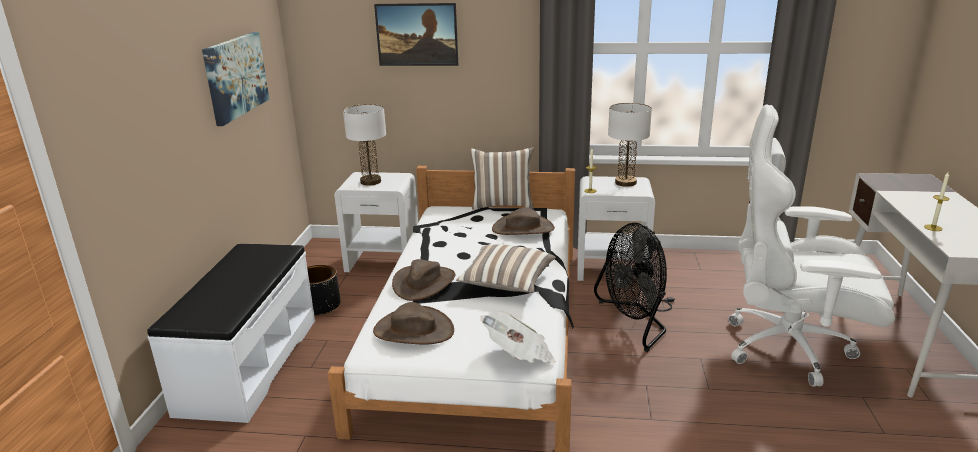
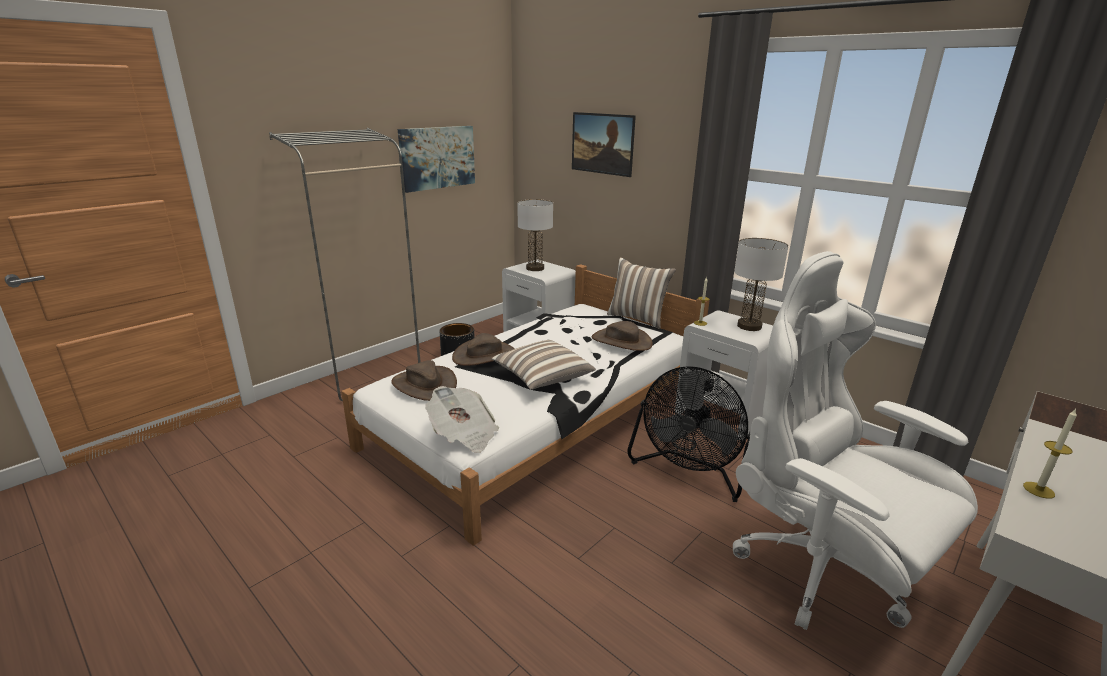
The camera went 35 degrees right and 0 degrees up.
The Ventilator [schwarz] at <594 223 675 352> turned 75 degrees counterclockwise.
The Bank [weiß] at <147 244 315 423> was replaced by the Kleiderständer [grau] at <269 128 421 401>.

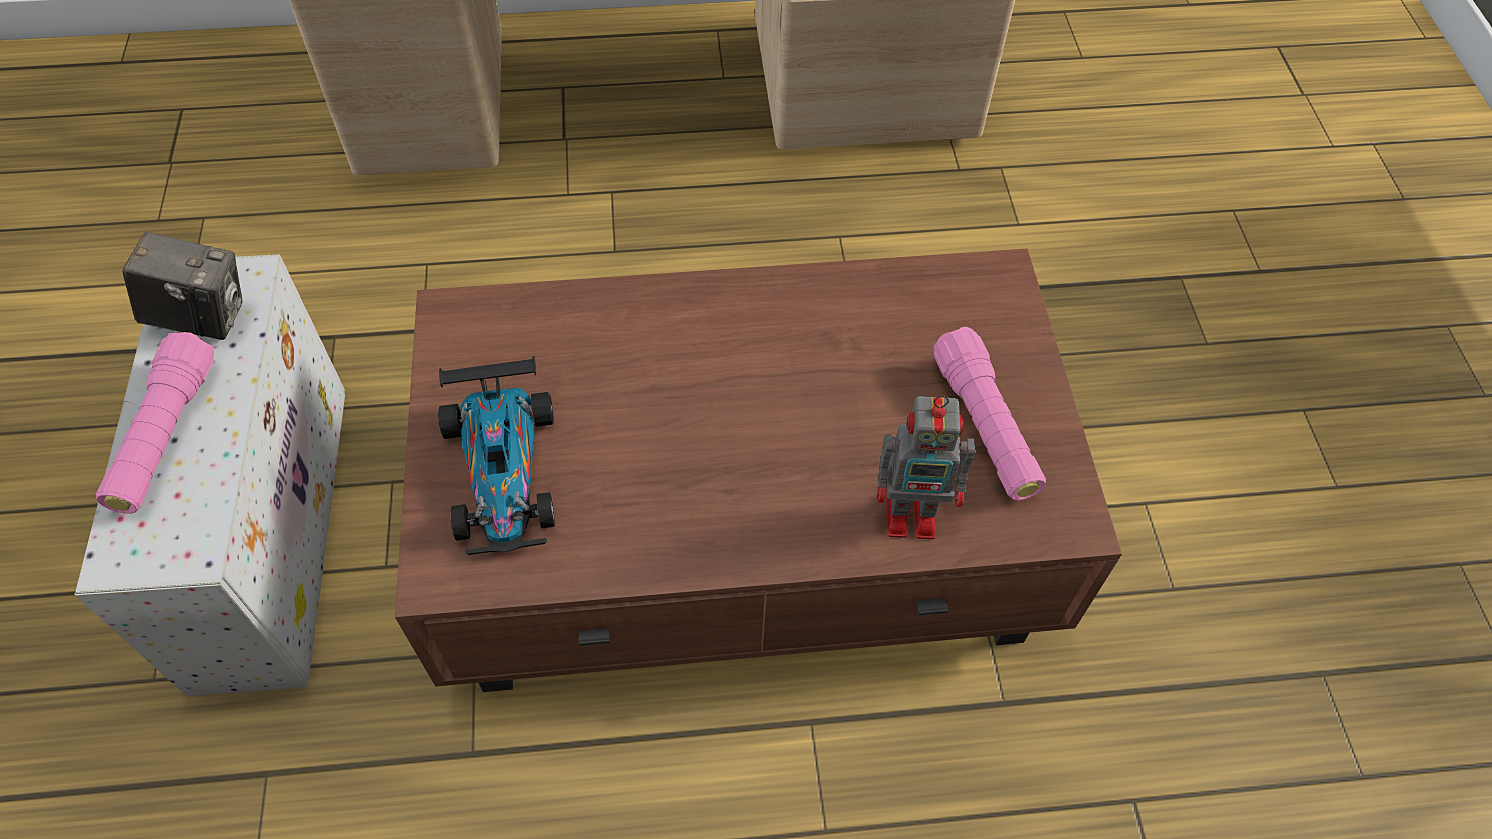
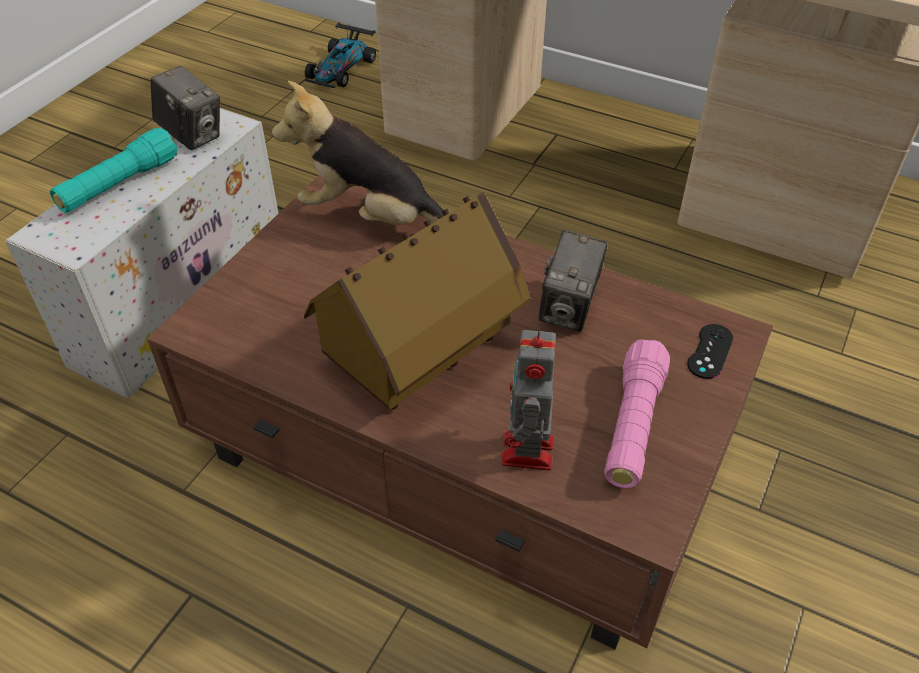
The camera went 35 degrees right and 10 degrees down.
The Taschenlampe [rosa] at <96 332 214 514> became the Taschenlampe [türkis] at <50 128 177 213>.
The Spielzeugauto moved from <438 356 555 555> to <305 22 376 88>.
The Spielzeugroboter at <877 395 976 539> turned 60 degrees clockwise.
The Plüschtier at <272 81 444 225> appeared.
The Spielzeughaus at <304 192 531 410> appeared.
The Kamera at <539 230 608 332> appeared.
The Gamepad [schwarz] at <687 324 733 379> appeared.

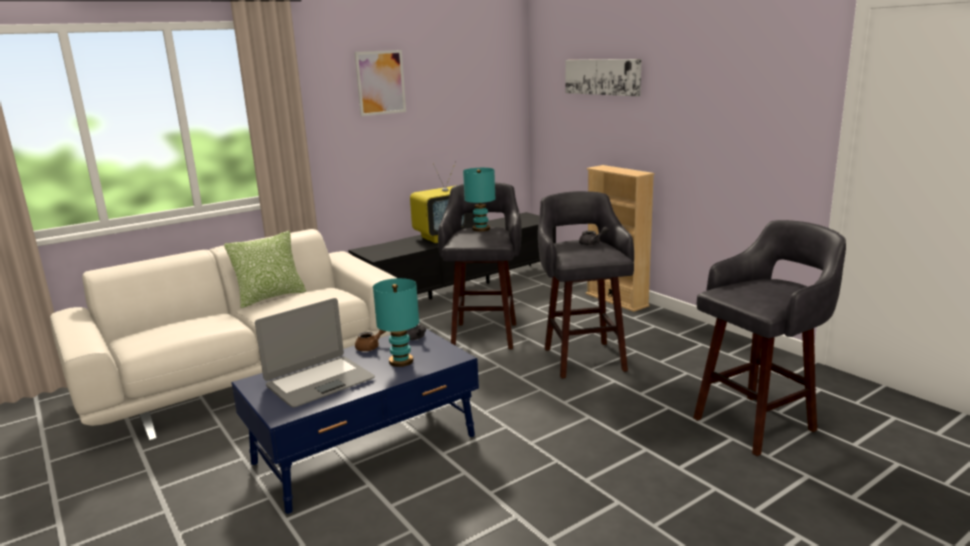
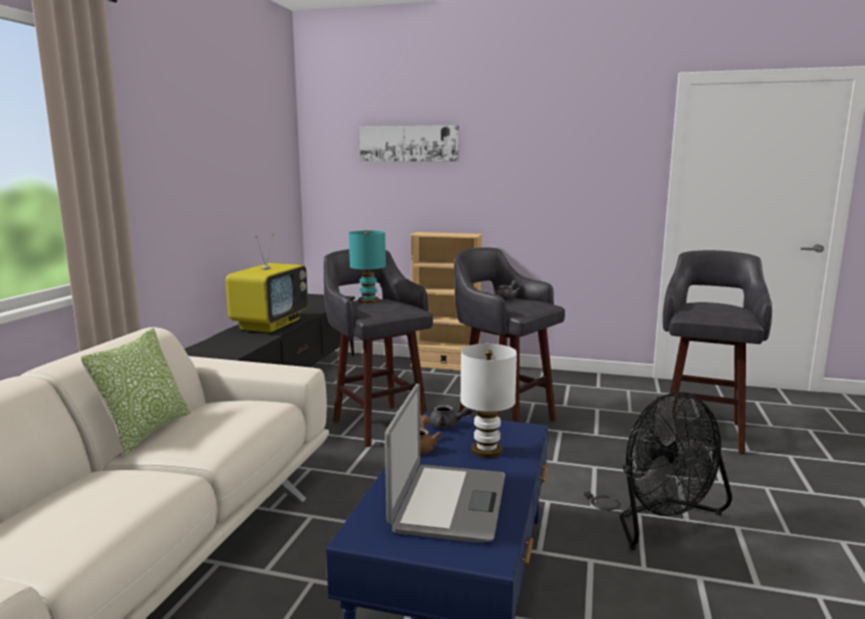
The camera went 40 degrees left and 5 degrees down.
The Bild at <355 50 406 116> disappeared.
The Tischlampe [türkis] at <373 278 419 367> became the Tischlampe [weiß] at <460 344 517 458>.
The Ventilator [schwarz] at <584 392 732 550> appeared.

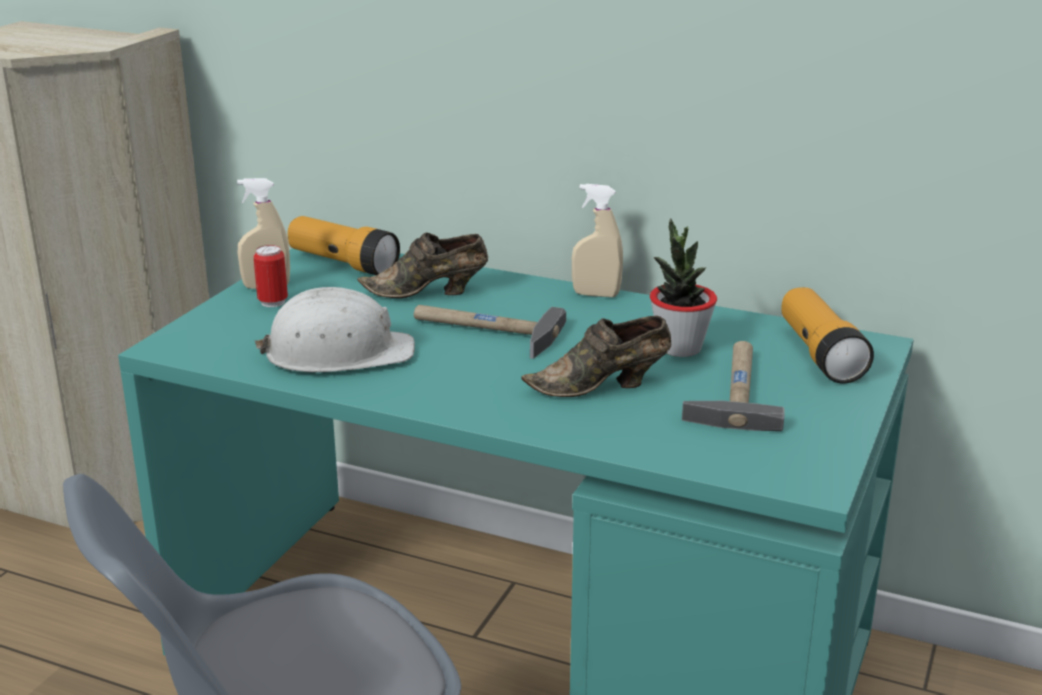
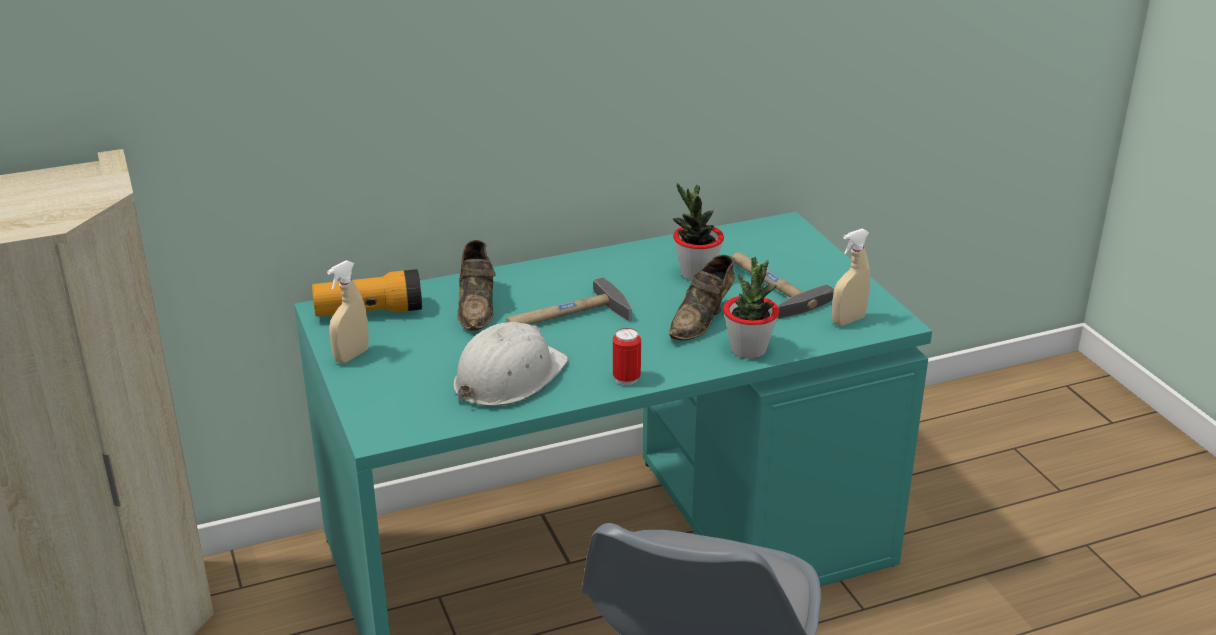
The camera went 45 degrees left and 5 degrees up.
The Sprühflasche [beige] moved from <572 184 623 297> to <832 229 870 326>.
The Schuh [braun] at <357 233 488 298> turned 45 degrees counterclockwise.
The Dose moved from <253 245 288 307> to <613 328 641 385>.
The Taschenlampe at <781 287 874 384> disappeared.
The Topfpflanze at <723 257 779 359> appeared.

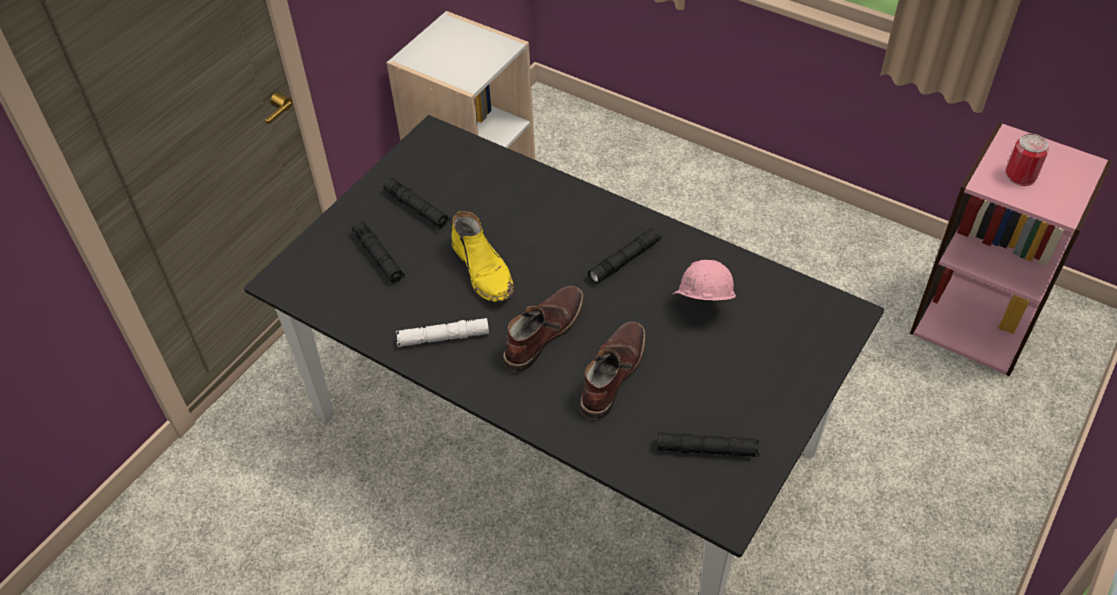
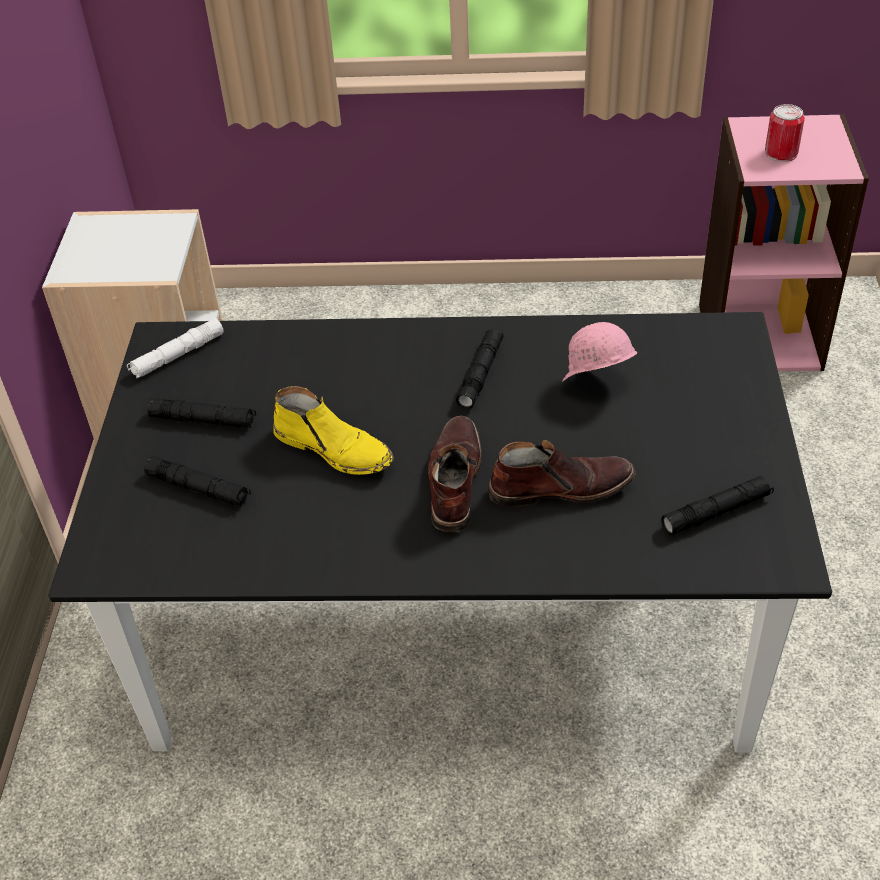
The camera went 30 degrees left and 5 degrees down.
The Taschenlampe [weiß] moved from <396 318 489 347> to <127 318 224 378>.
The Stiefel [braun] at <580 322 646 420> turned 90 degrees clockwise.

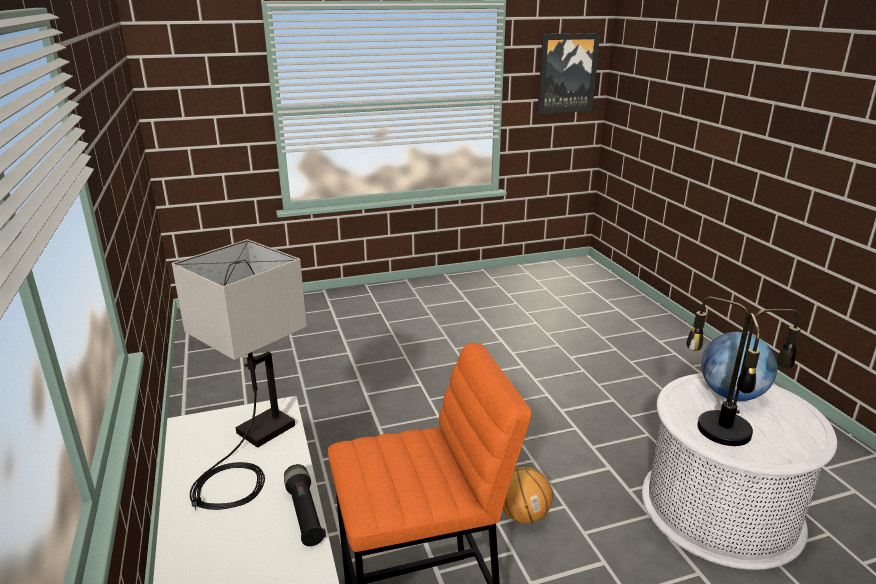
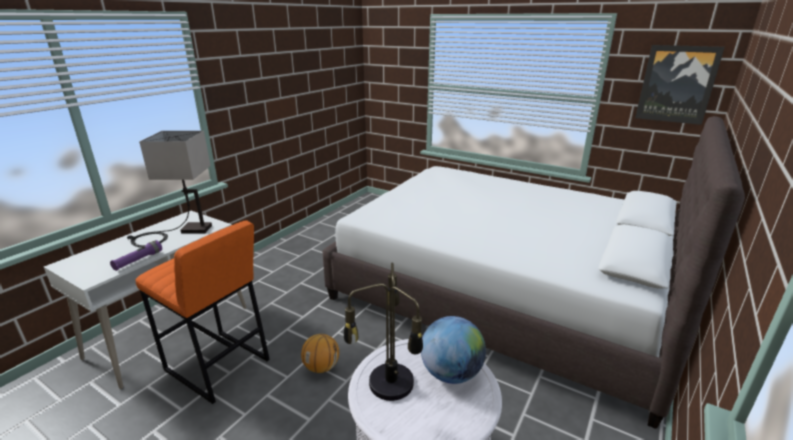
The camera went 50 degrees right and 0 degrees up.
The Taschenlampe [schwarz] at <284 464 326 546> became the Taschenlampe [lila] at <110 240 162 271>.
The Bett [weiß] at <322 116 745 429> appeared.

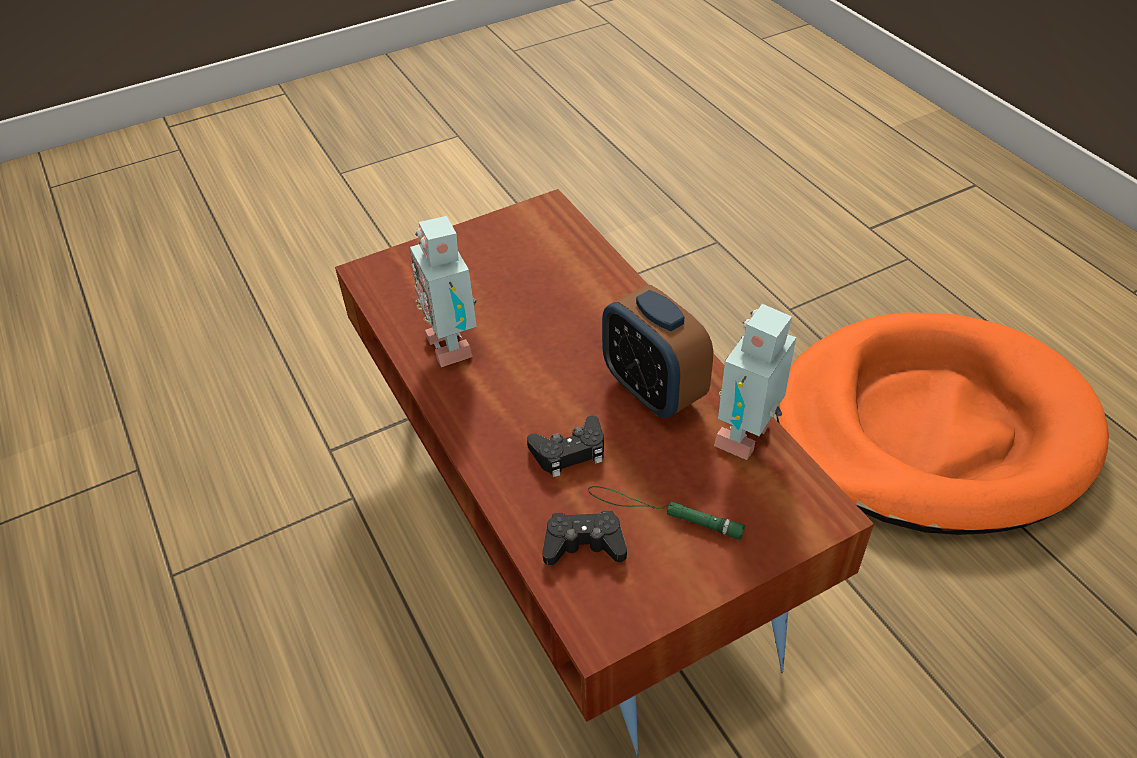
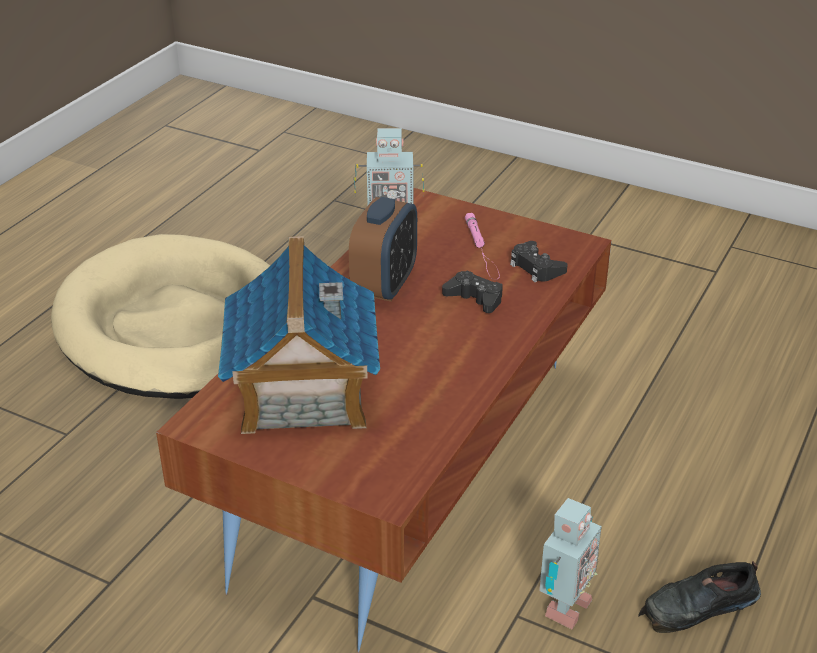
The camera went 125 degrees left and 10 degrees down.
The Spielzeugroboter moved from <410 216 477 367> to <539 498 602 629>.
The Hundebett [orange] at <777 313 1109 535> became the Hundebett [beige] at <51 234 270 399>.
The Taschenlampe [grün] at <588 486 745 540> became the Taschenlampe [rosa] at <465 213 500 279>.
The Spielzeughaus at <218 236 380 434> appeared.
The Schuh [schwarz] at <638 561 761 633> appeared.

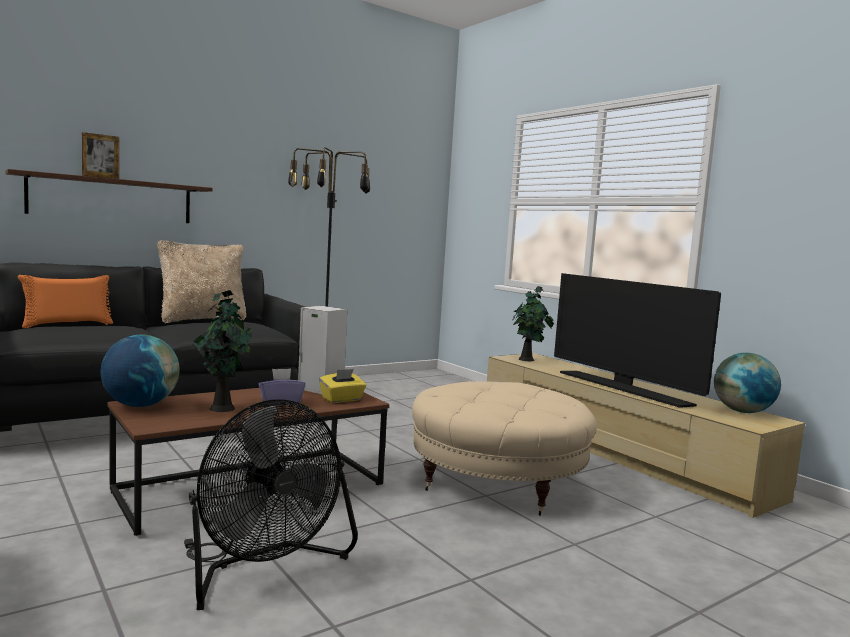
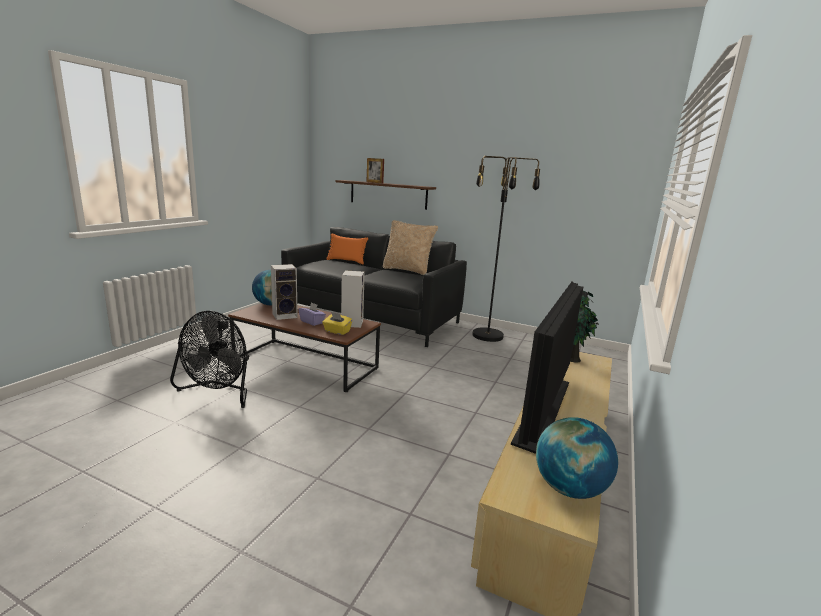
The camera went 60 degrees right and 10 degrees up.
The Topfpflanze at <191 290 252 412> was replaced by the Lautsprecher at <271 264 298 320>.
The Polsterhocker [beige] at <412 381 597 516> disappeared.

